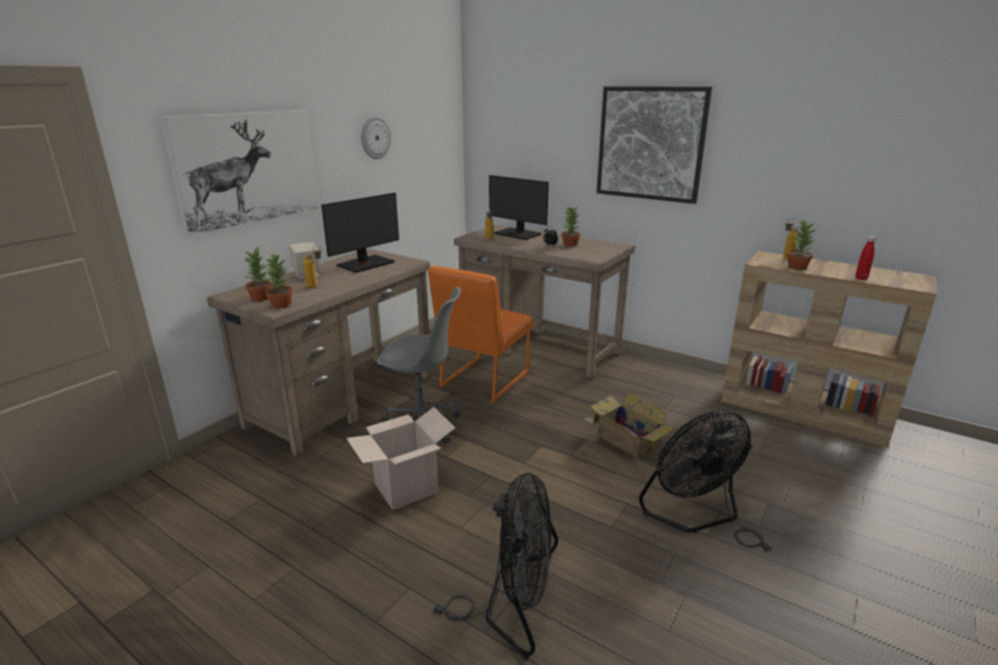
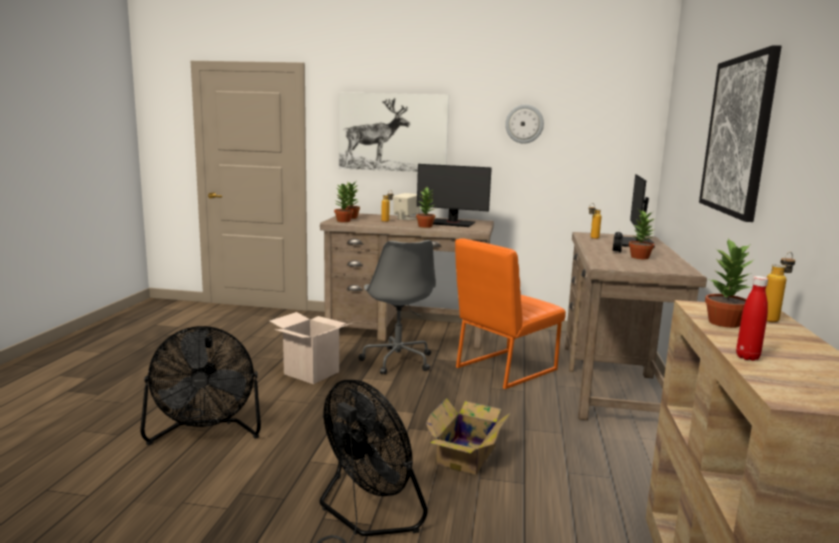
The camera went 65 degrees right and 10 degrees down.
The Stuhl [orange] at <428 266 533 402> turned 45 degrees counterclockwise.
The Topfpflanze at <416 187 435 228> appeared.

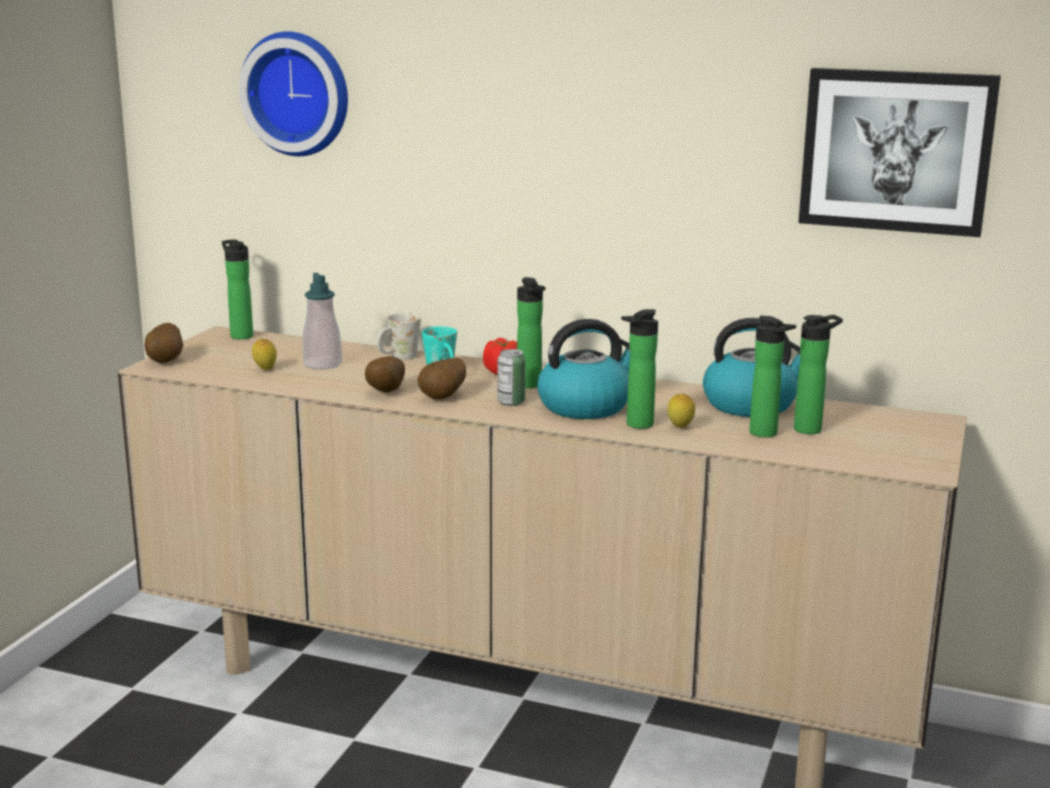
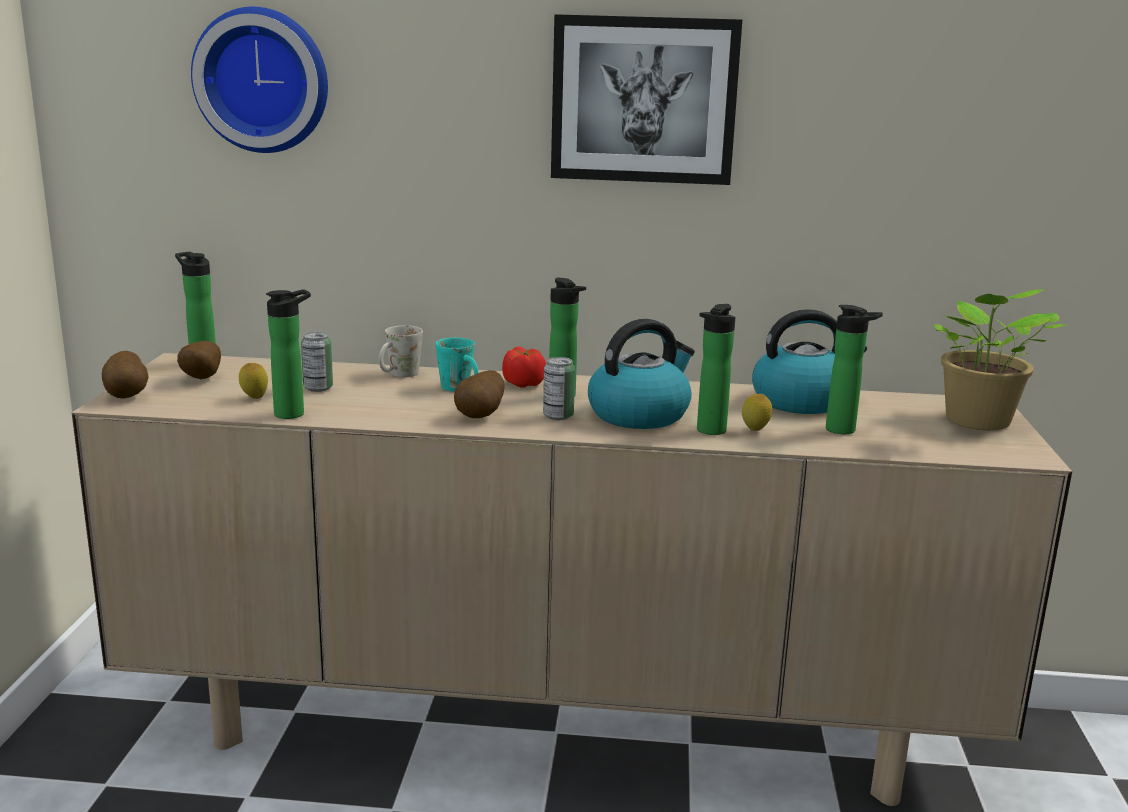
The camera went 15 degrees left and 0 degrees up.
The Bild moved from <798 68 1001 237> to <551 14 742 185>.
The Seifenspender at <303 273 342 369> was replaced by the Dose at <301 332 333 392>.
The Flasche moved from <794 315 843 434> to <266 289 311 419>.
The Kartoffel moved from <365 356 405 393> to <177 341 221 379>.
The Topfpflanze at <934 289 1065 430> appeared.

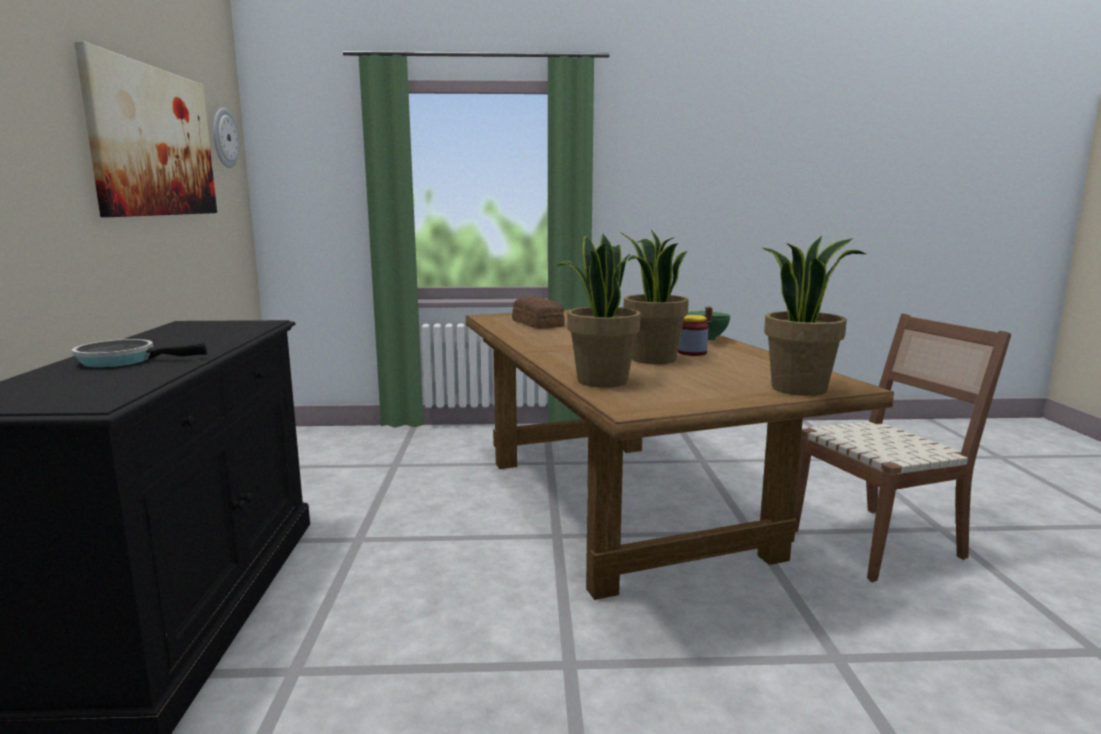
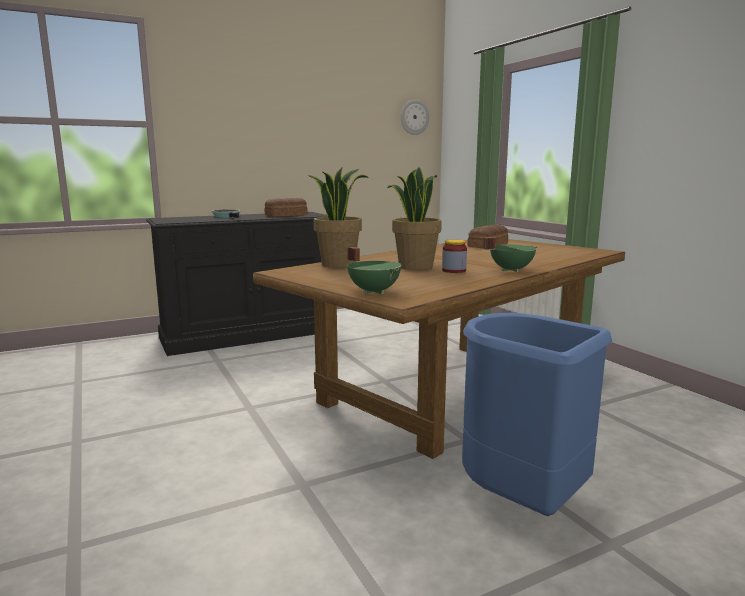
The camera went 65 degrees right and 0 degrees up.
The Bild at <74 41 217 217> disappeared.
The Topfpflanze at <763 236 866 396> was replaced by the Kochtopf [grün] at <347 247 401 294>.
The Stuhl at <794 313 1011 582> was replaced by the Mülleimer [blau] at <462 313 612 517>.
The Brot at <264 198 308 217> appeared.

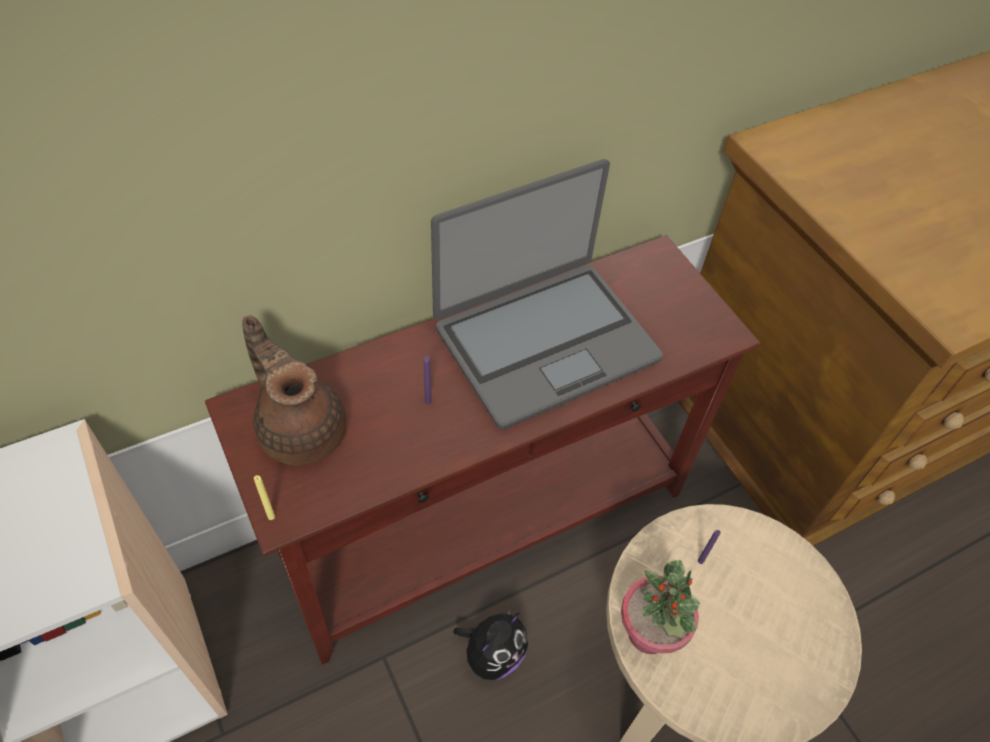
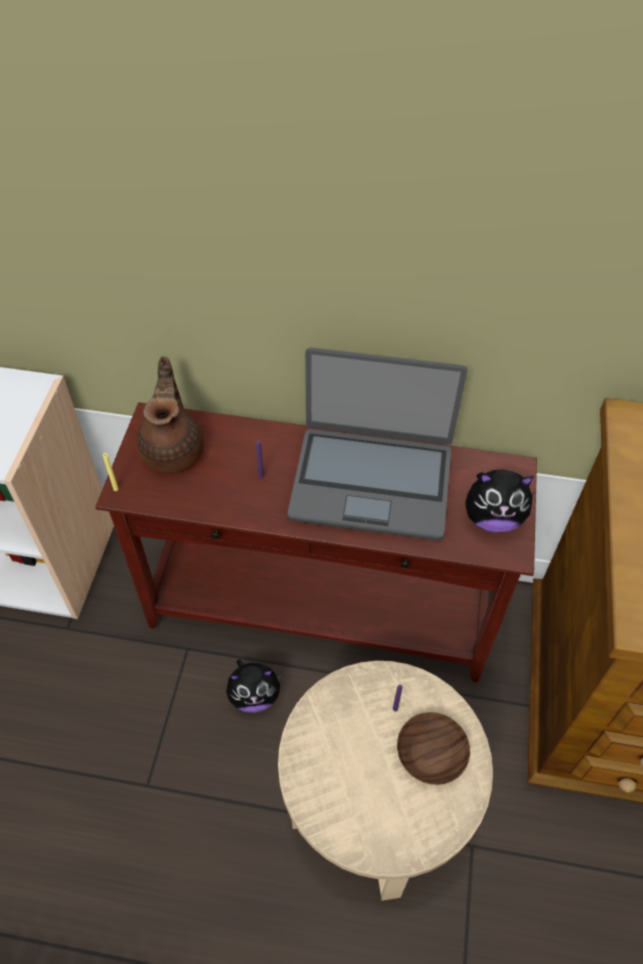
The camera went 40 degrees right and 0 degrees up.
The Topfpflanze at <621 560 700 654> disappeared.
The Plüschtier at <465 469 534 533> appeared.
The Schüssel [braun] at <397 712 470 785> appeared.

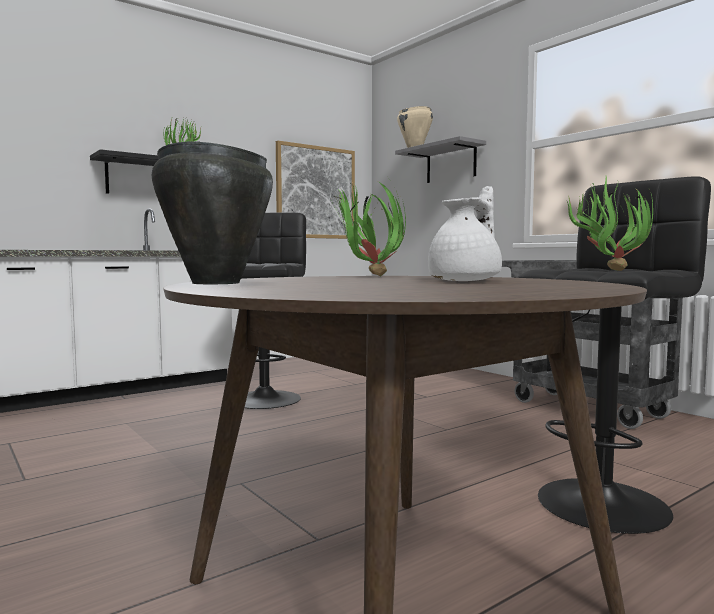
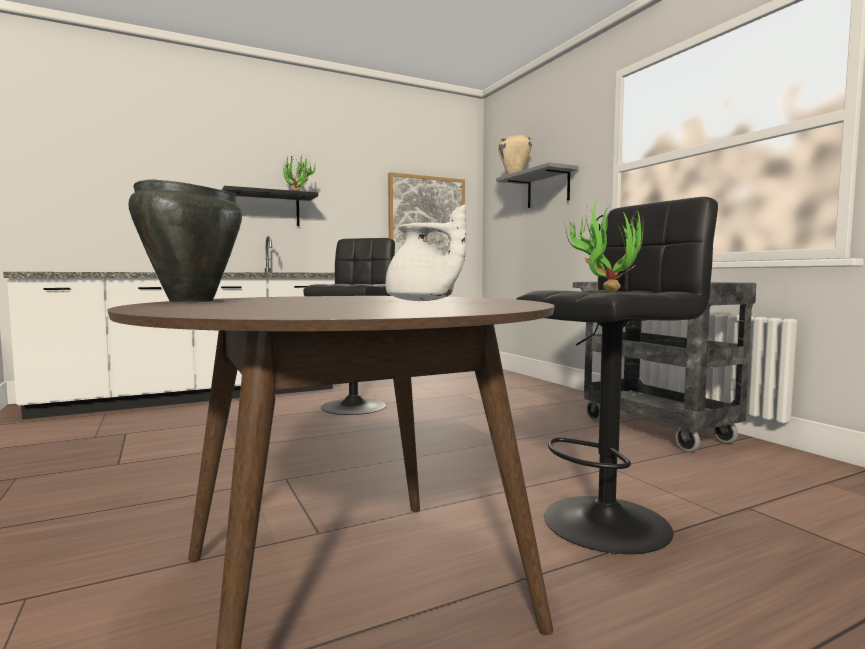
The camera went 10 degrees right and 0 degrees up.
The Topfpflanze at <332 182 406 276> disappeared.
The Teekanne [weiß] at <428 186 502 281> turned 75 degrees clockwise.

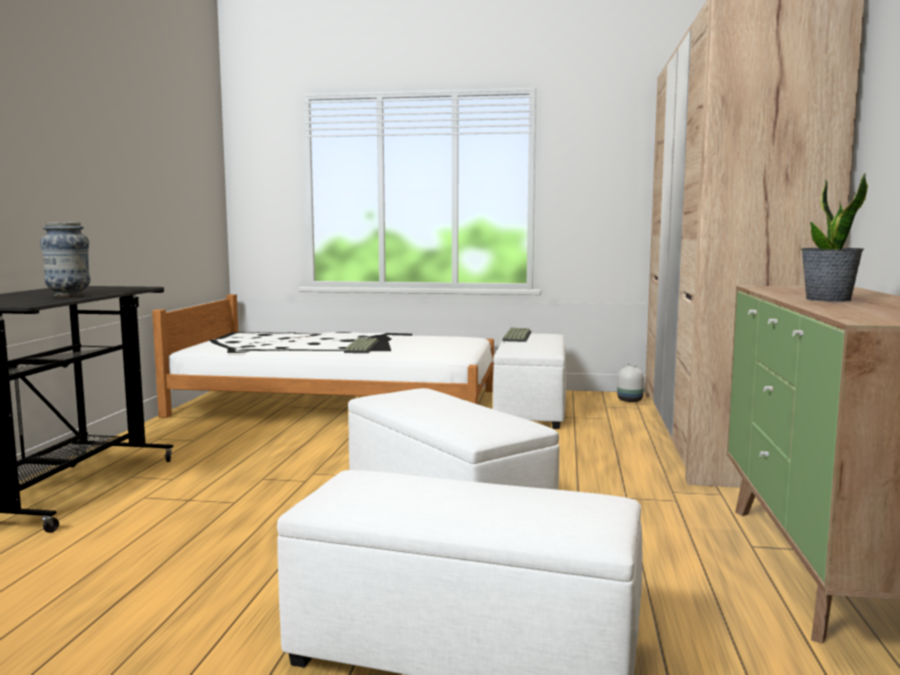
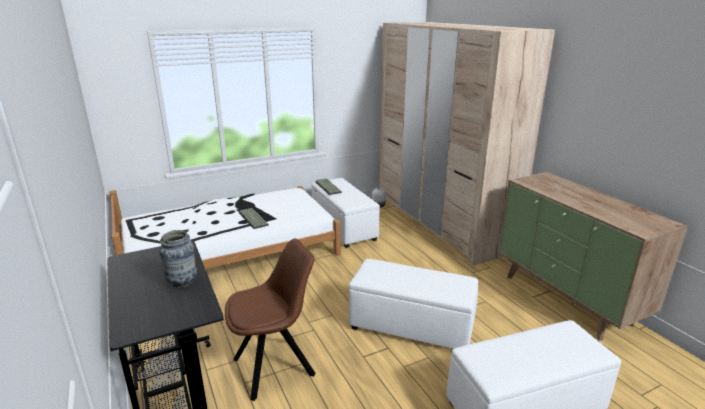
The camera went 35 degrees left and 15 degrees up.
The Topfpflanze at <801 173 868 302> disappeared.
The Stuhl [braun] at <225 239 316 401> appeared.

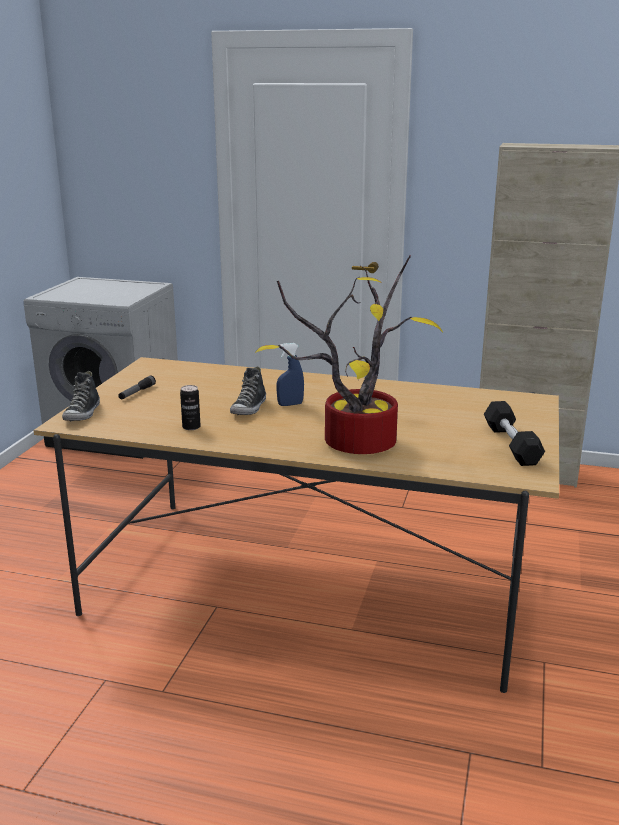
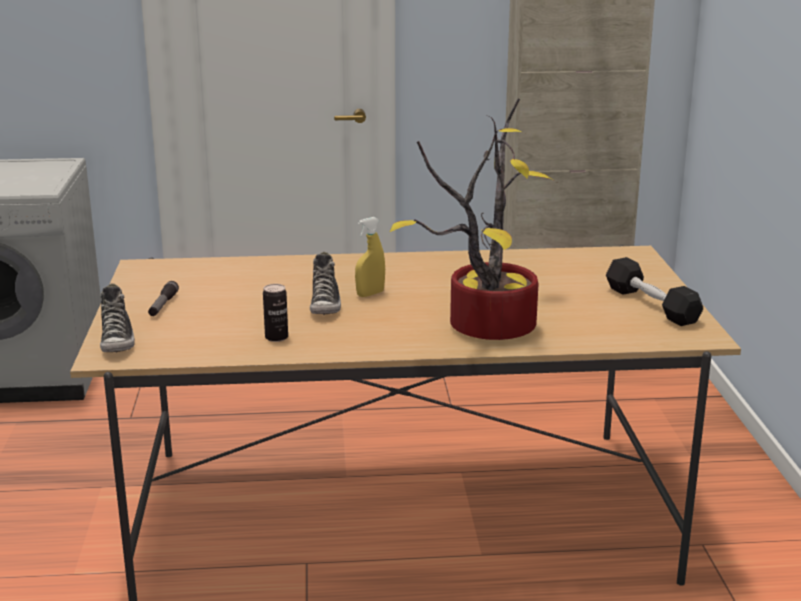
The camera went 20 degrees left and 0 degrees up.
The Sprühflasche [blau] at <276 343 304 406> became the Sprühflasche [gelb] at <355 217 385 297>.

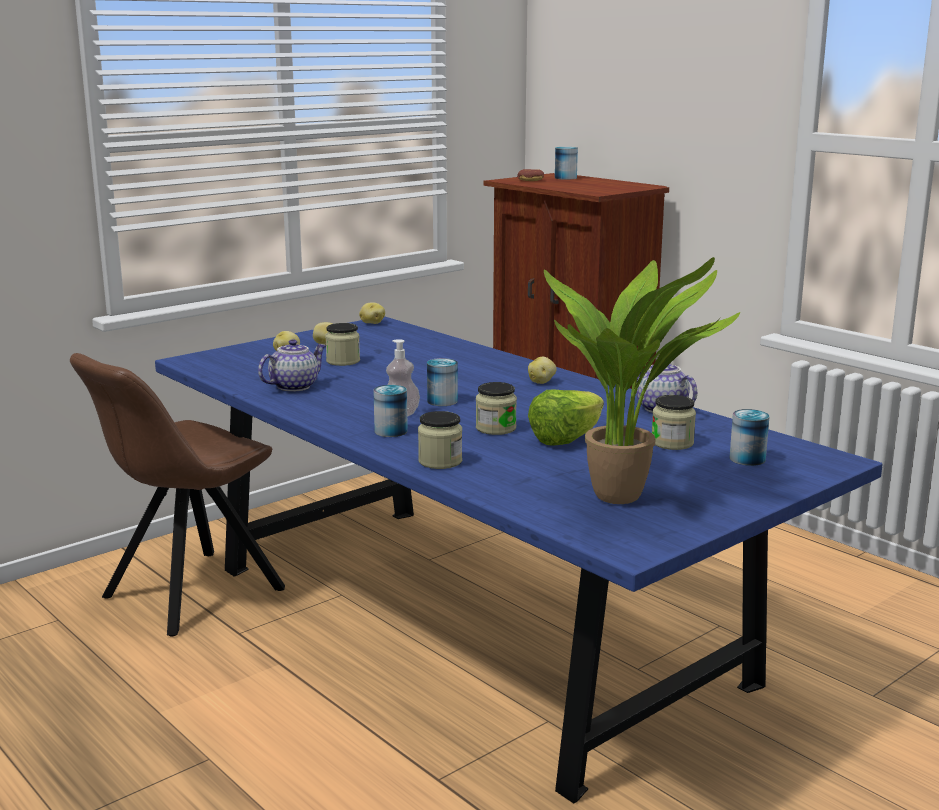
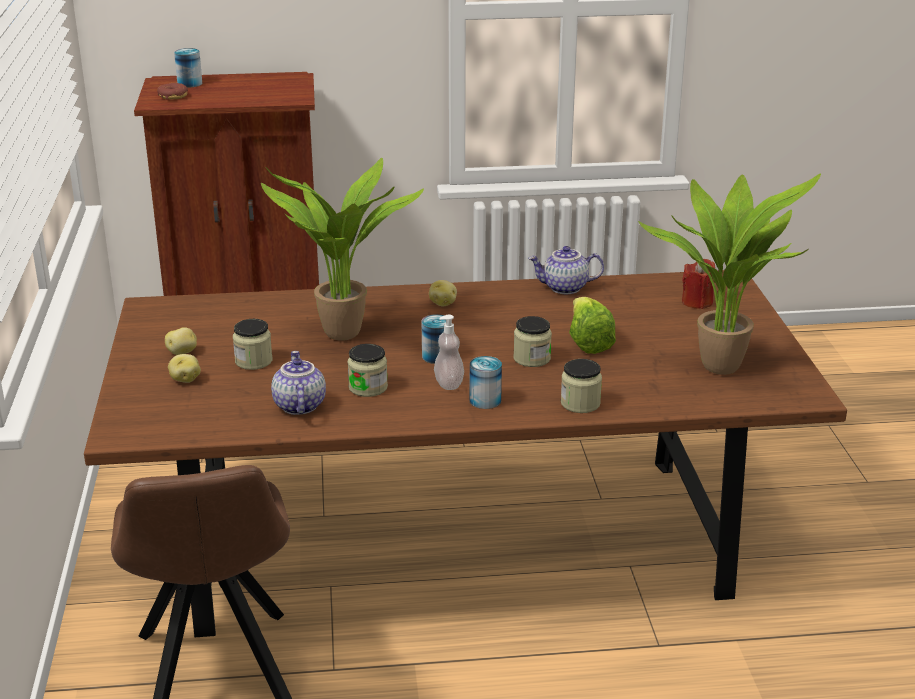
The camera went 55 degrees left and 10 degrees up.
The Kartoffel at <359 302 385 324> disappeared.
The Esstisch [blau] at <155 316 882 803> became the Esstisch [braun] at <84 270 847 637>.
The Vorratsglas moved from <652 395 696 450> to <347 344 388 397>.
The Dose at <730 409 770 466> was replaced by the Kerze [rot] at <682 259 715 309>.
The Topfpflanze at <261 158 424 340> appeared.

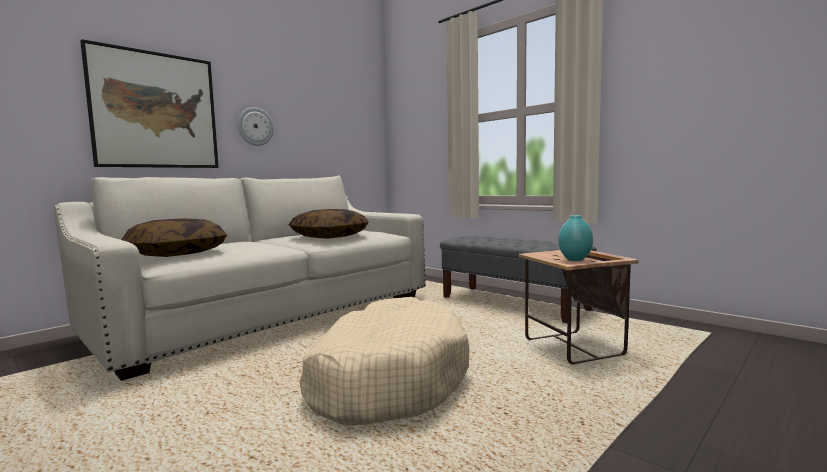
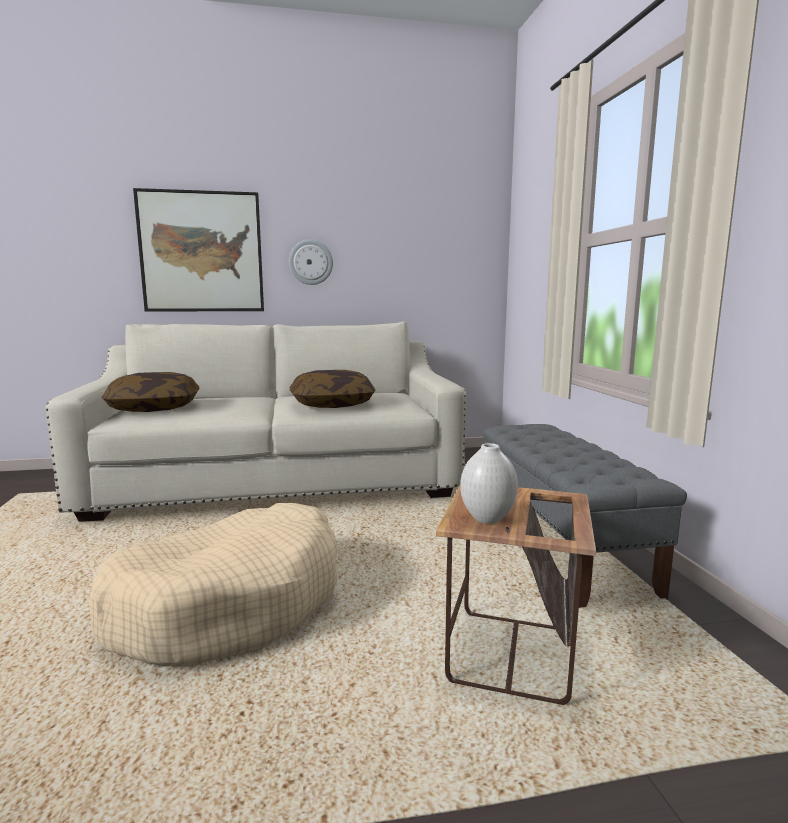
The camera went 35 degrees right and 5 degrees up.
The Vase [türkis] at <558 215 593 261> became the Vase [weiß] at <460 443 518 524>.

